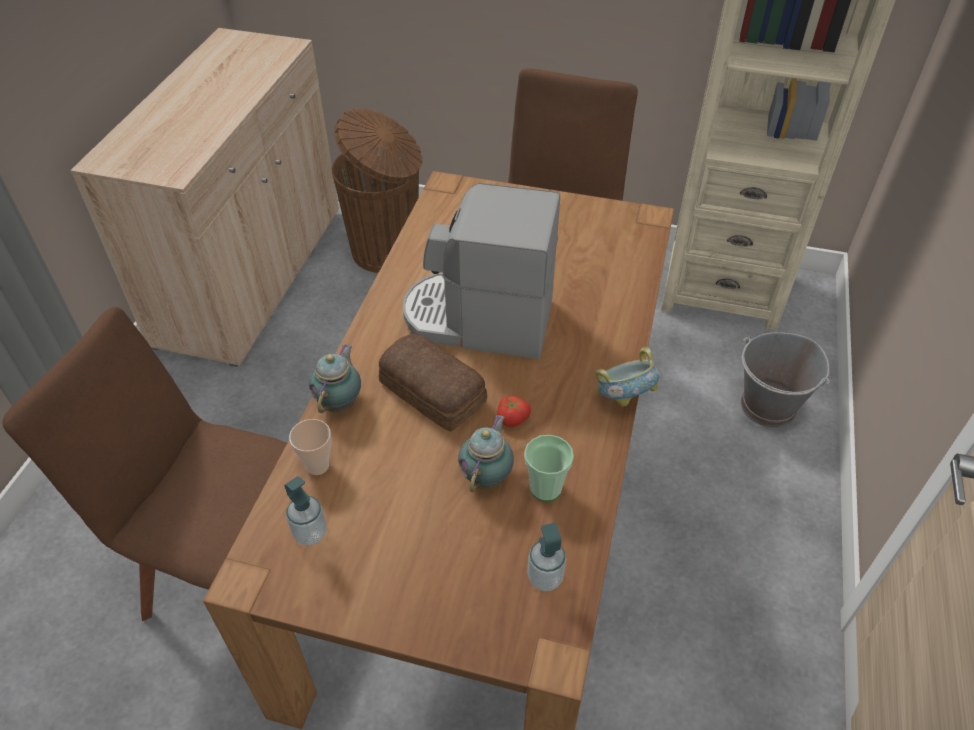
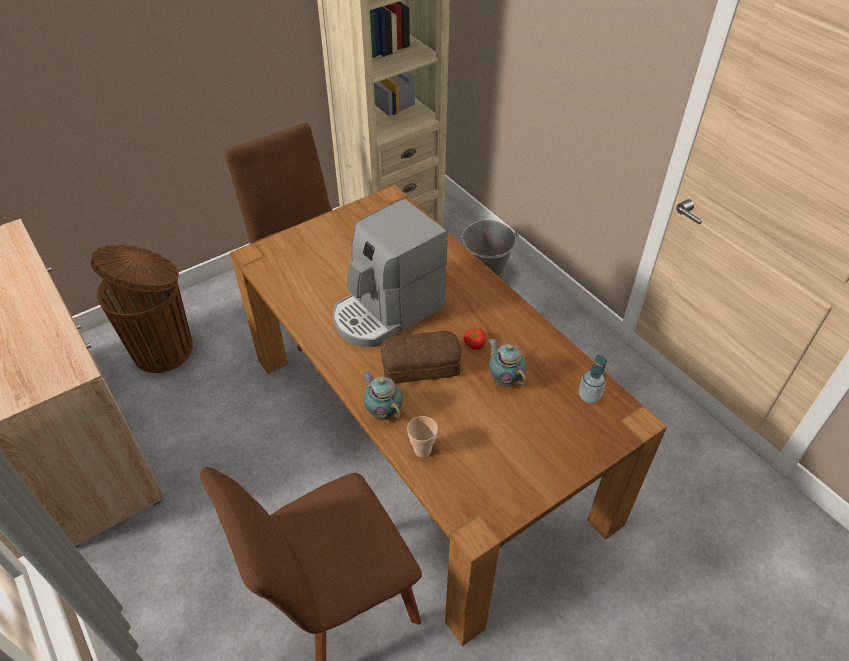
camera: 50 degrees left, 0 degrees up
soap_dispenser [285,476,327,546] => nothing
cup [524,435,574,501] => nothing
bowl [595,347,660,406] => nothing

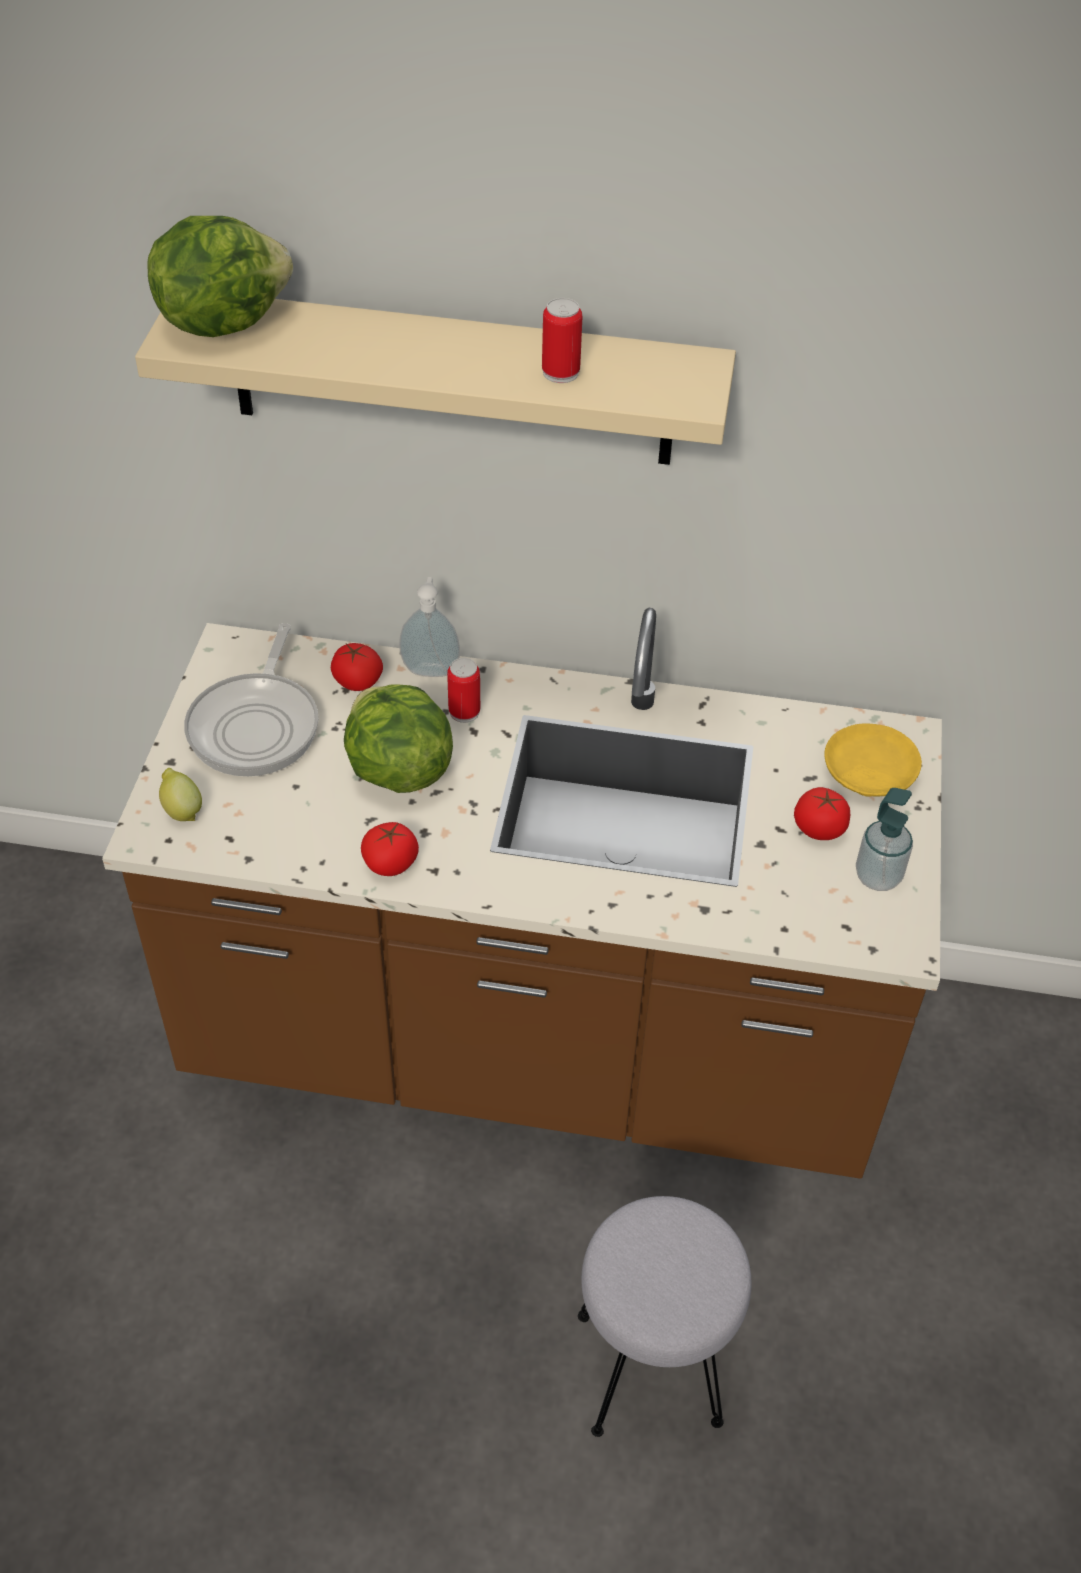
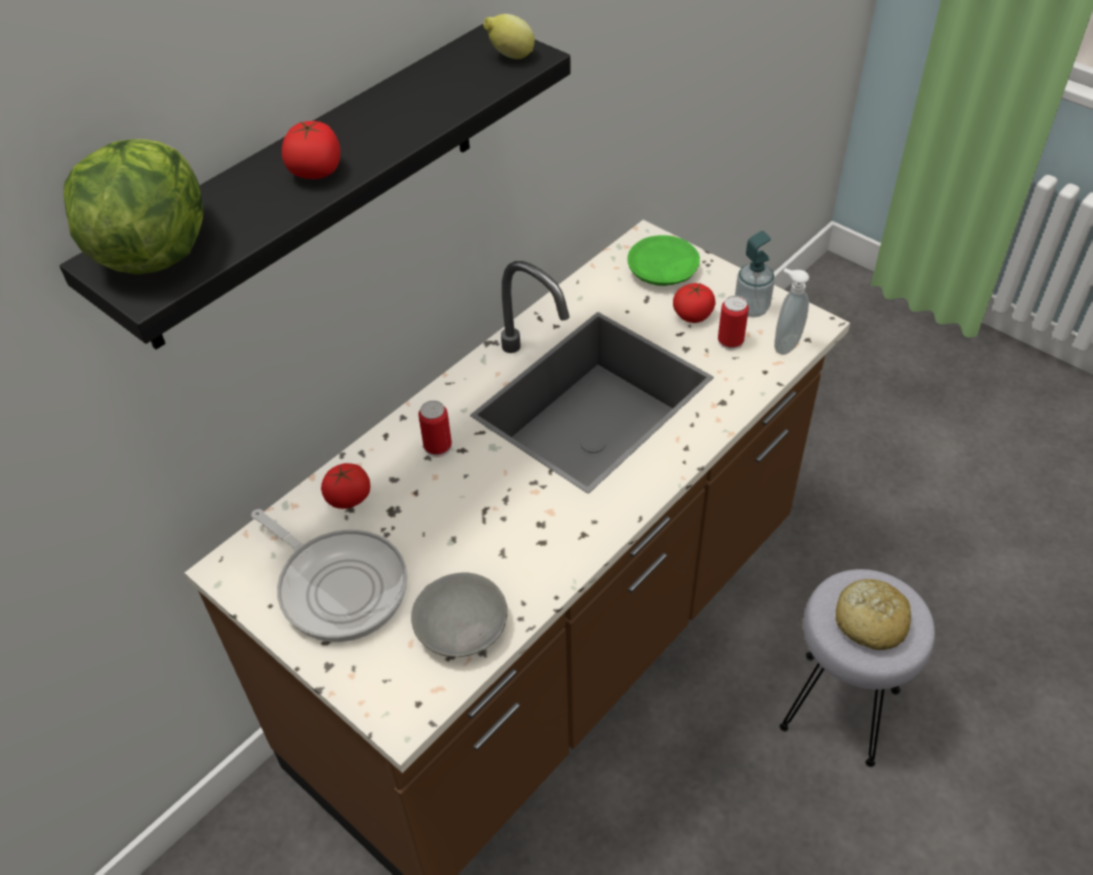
camera: 55 degrees left, 0 degrees up
beige_shelf [135,299,736,465] => black_shelf [60,24,571,350]
lemon [159,768,202,821] => lemon [483,14,535,59], move
lettuce [344,684,453,793] => nothing
tomato [361,822,419,876] => tomato [282,120,340,179], move
soap_dispenser [399,577,460,677] => soap_dispenser [774,268,809,355], move
can [542,298,582,383] => can [718,296,749,350], move
yellow_plate [824,723,922,797] => green_plate [628,235,700,286]
nothing => grey_bowl [411,572,508,657]
nothing => bread [836,579,911,650]

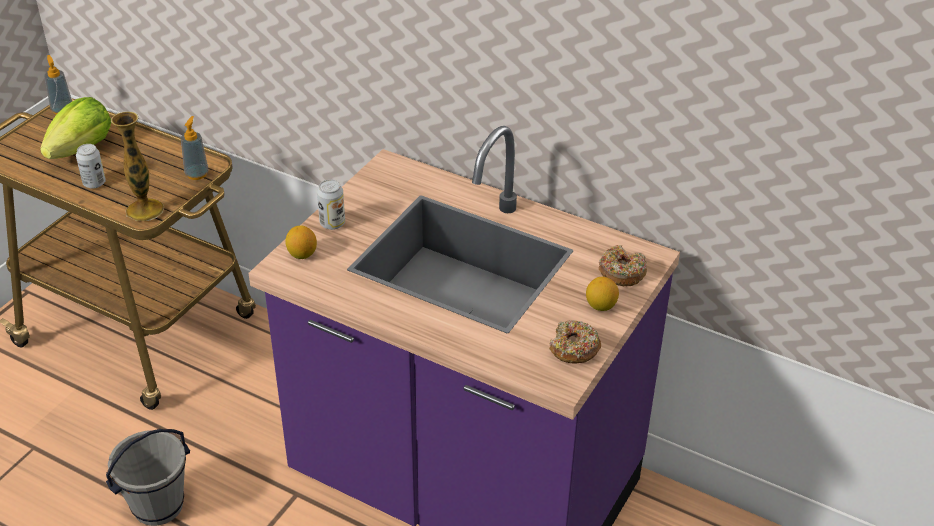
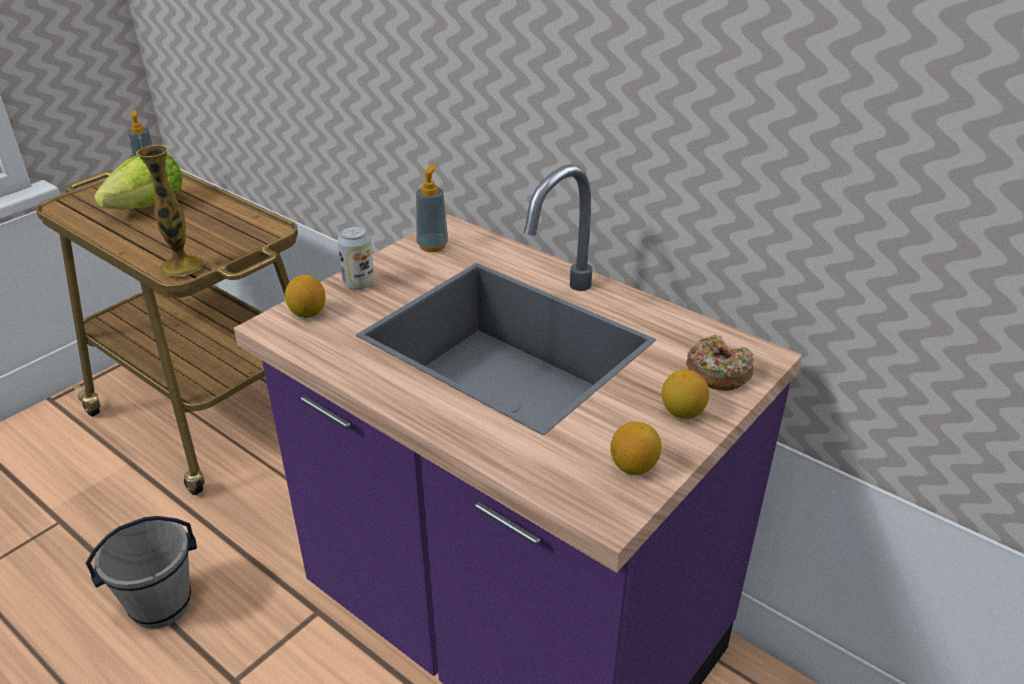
camera: 10 degrees right, 5 degrees down
can [76,144,106,188] => nothing
soap_dispenser [181,116,209,180] => soap_dispenser [416,164,448,252], move
donut [549,320,601,364] => lemon [610,421,662,475]

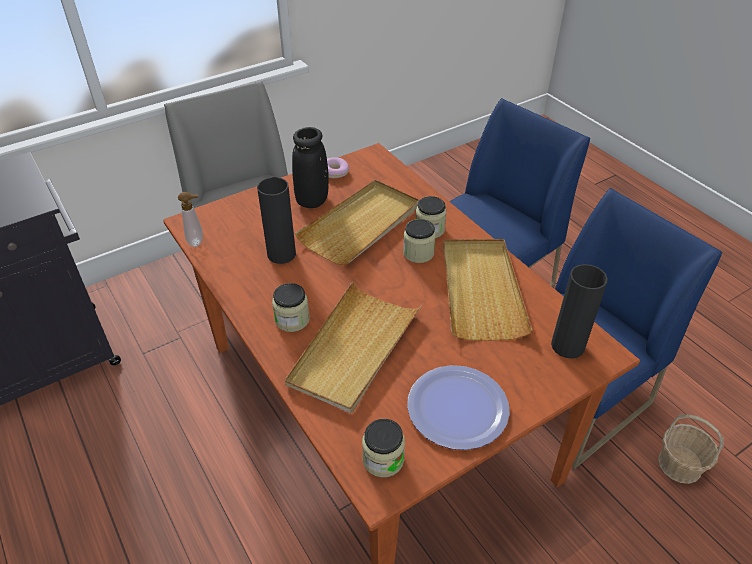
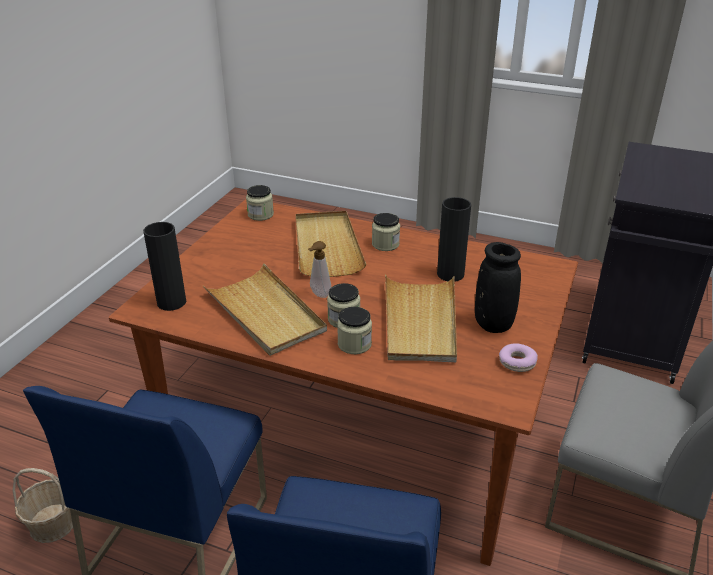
camera: 145 degrees right, 10 degrees down
soap_dispenser [178,192,203,247] => soap_dispenser [308,241,331,298], move
plate [407,365,510,450] => nothing

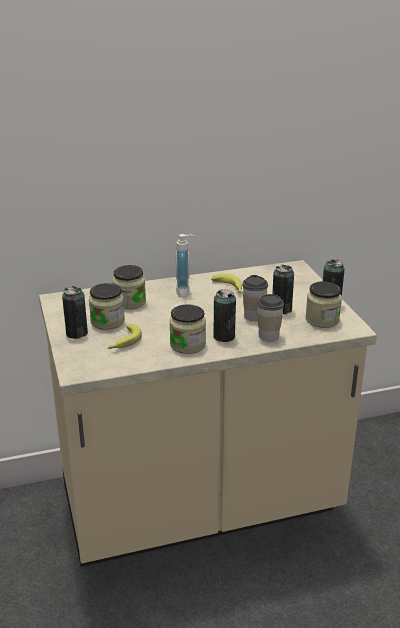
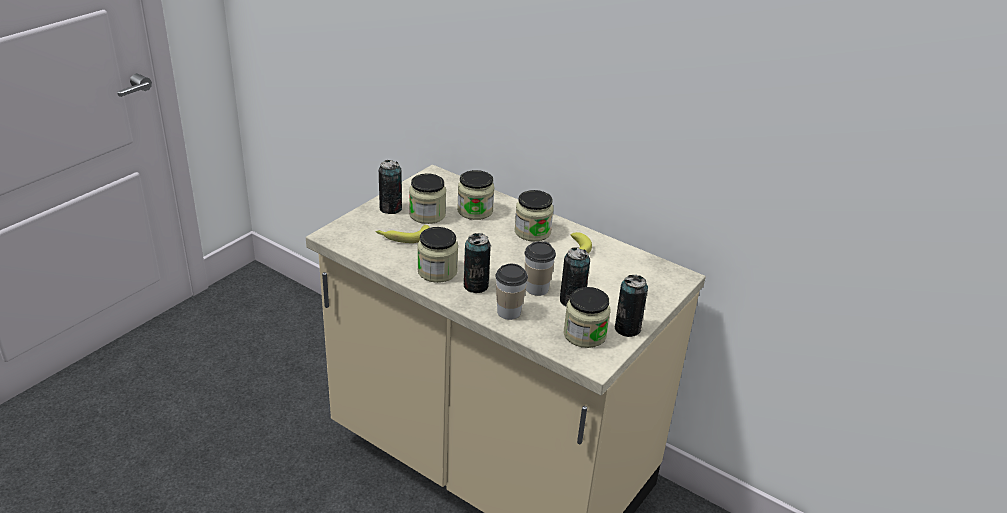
camera: 50 degrees right, 5 degrees up
soap_dispenser [175,234,196,298] => jar [514,190,554,241]

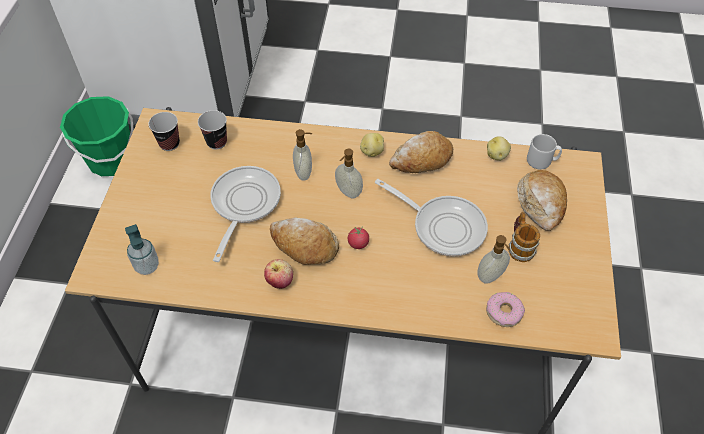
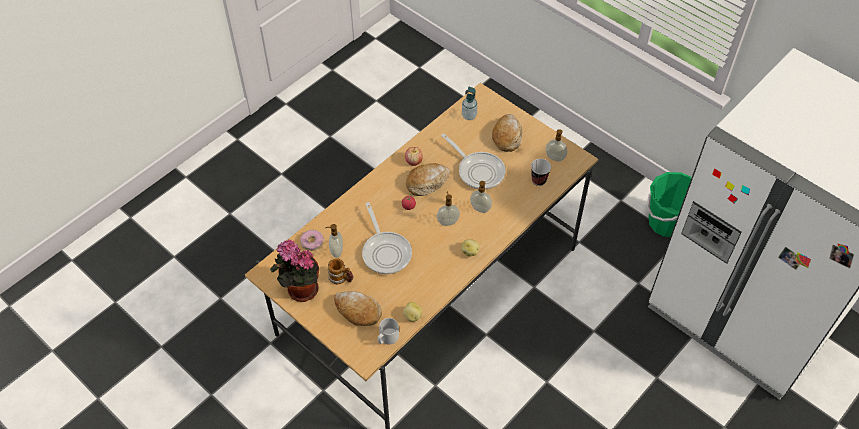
camera: 125 degrees right, 0 degrees up
cup [148,112,180,151] => soap_dispenser [546,129,567,162]
frying_pan [375,179,488,256] => frying_pan [362,202,412,274], 90 degrees counterclockwise
bread [389,131,453,173] => bread [492,114,522,152], move
nothing => potted_plant [270,240,319,302]

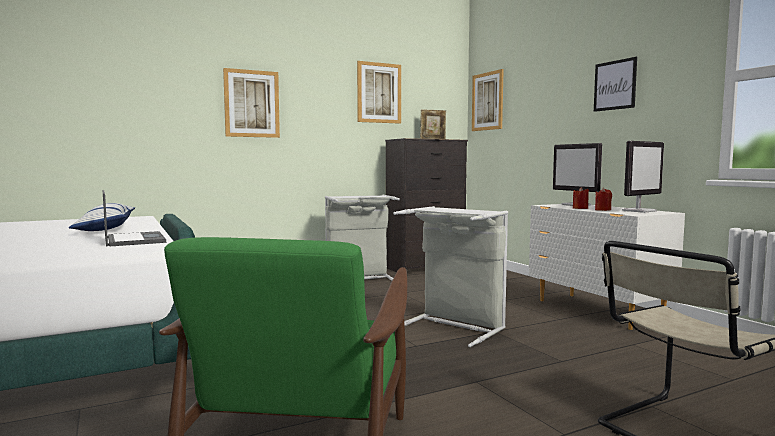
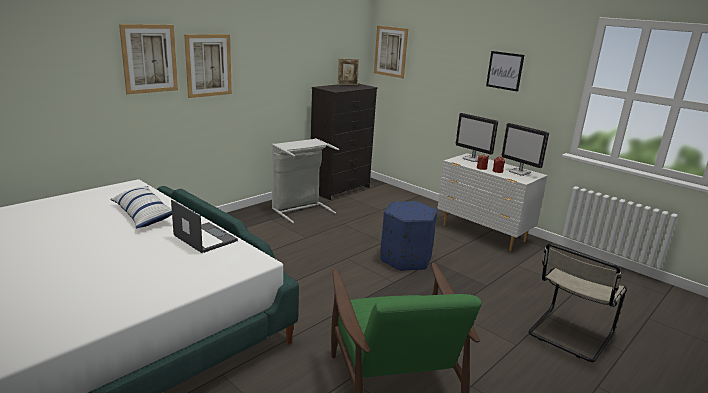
camera: 20 degrees left, 15 degrees up
picture [357,61,401,124] => picture [119,24,178,95], move
grey_laundry_basket [393,206,508,347] => blue_ottoman [380,201,437,271]
monitor [622,141,664,213] => monitor [501,123,549,176], 105 degrees clockwise

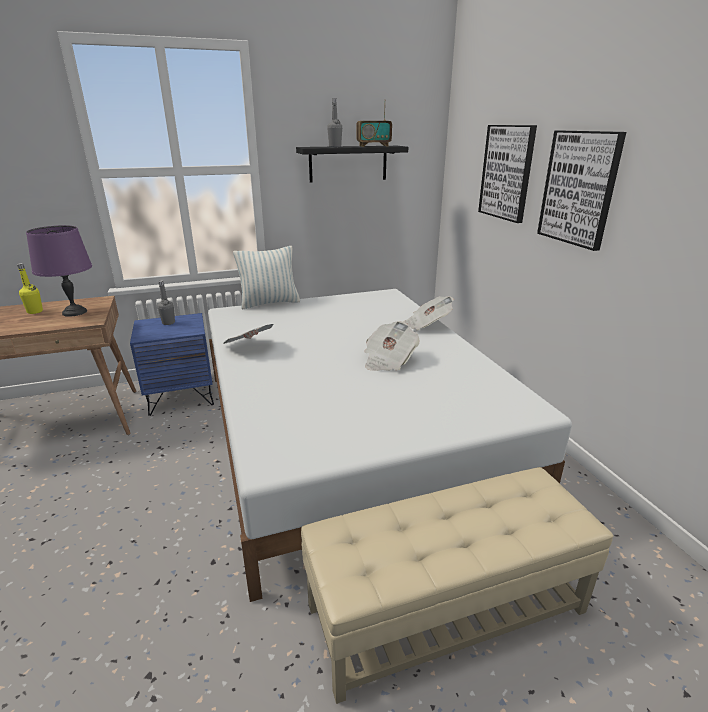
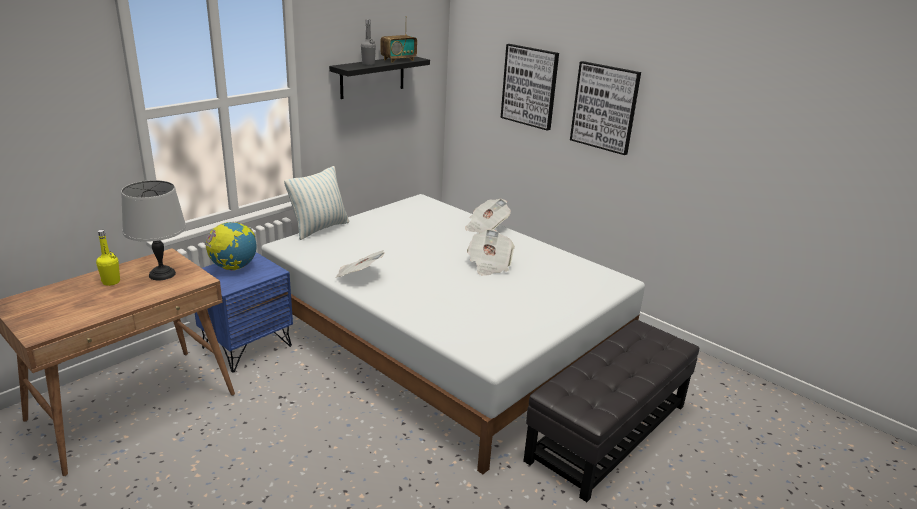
camera: 30 degrees left, 0 degrees up
purple_table_lamp [26,225,92,317] => grey_table_lamp [121,180,186,280]
grey_bottle [157,280,175,325] => globe [205,221,257,271]
beige_ottoman [301,467,613,704] => black_ottoman [524,320,700,502]

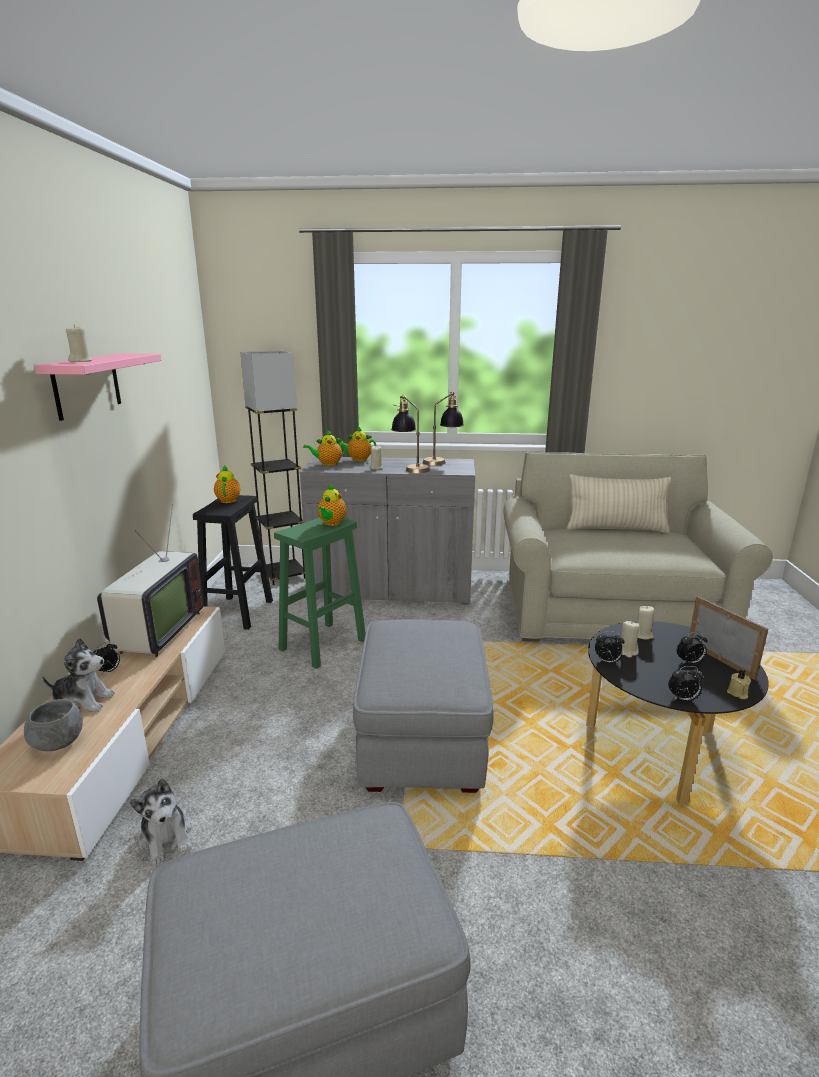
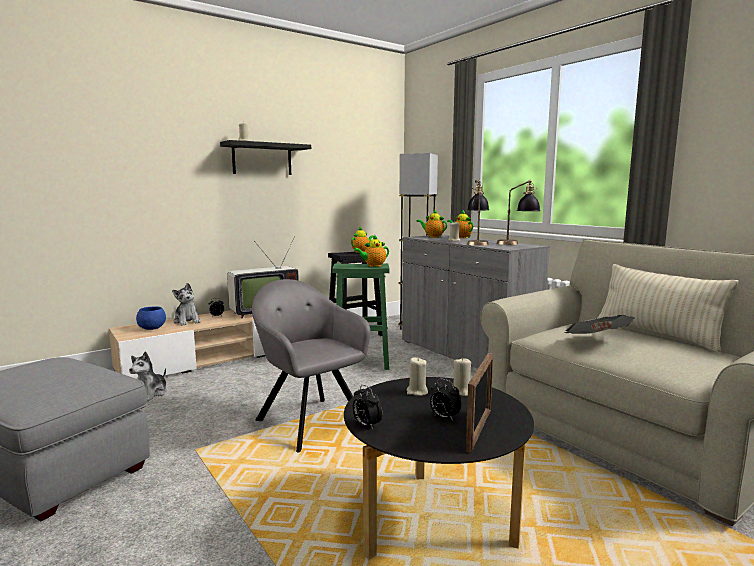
camera: 50 degrees right, 10 degrees down
grey_bowl [24,699,83,751] => blue_bowl [136,306,166,330]
pink_shelf [34,353,161,421] => black_shelf [220,140,311,175]
grey_ottoman [353,619,494,793] => grey_armchair [252,279,371,453]
alarm_clock [595,631,625,663] => nothing
beige_candle [727,669,751,699] => nothing
nothing => newspaper [564,315,635,334]

